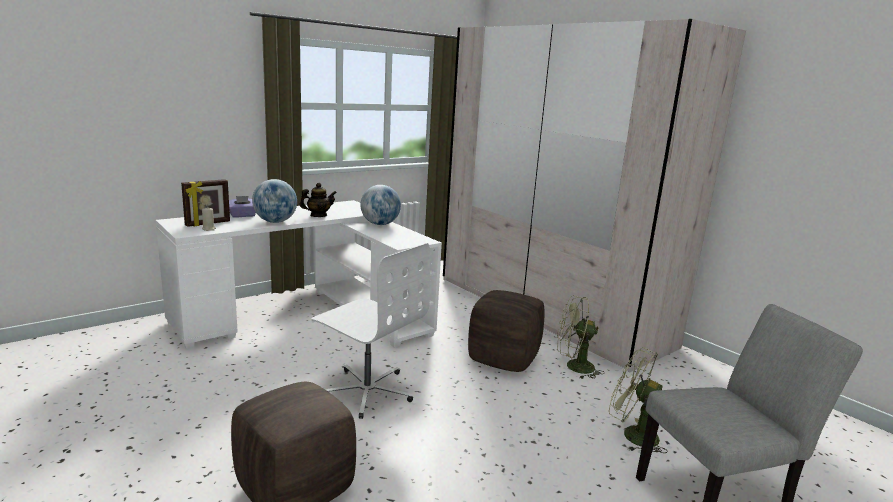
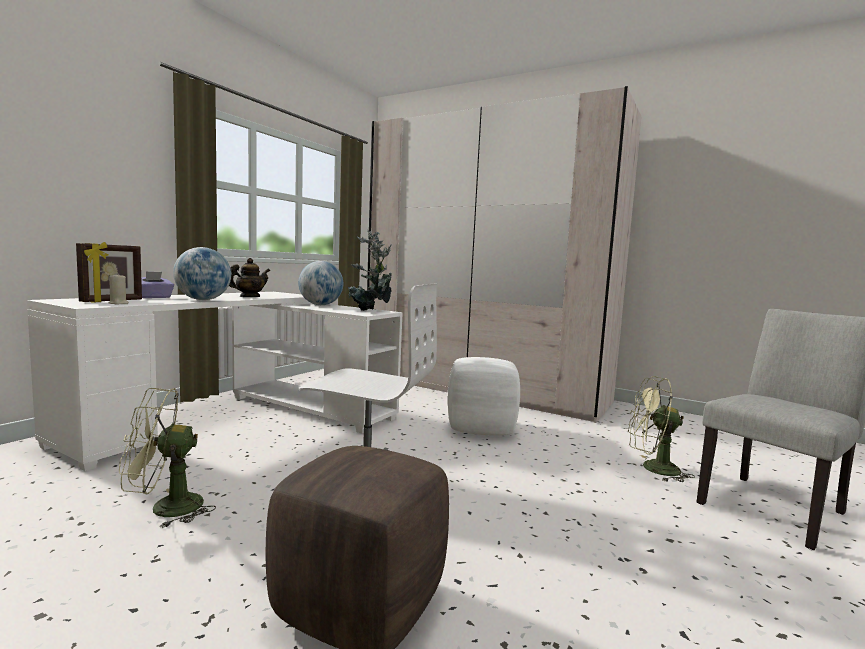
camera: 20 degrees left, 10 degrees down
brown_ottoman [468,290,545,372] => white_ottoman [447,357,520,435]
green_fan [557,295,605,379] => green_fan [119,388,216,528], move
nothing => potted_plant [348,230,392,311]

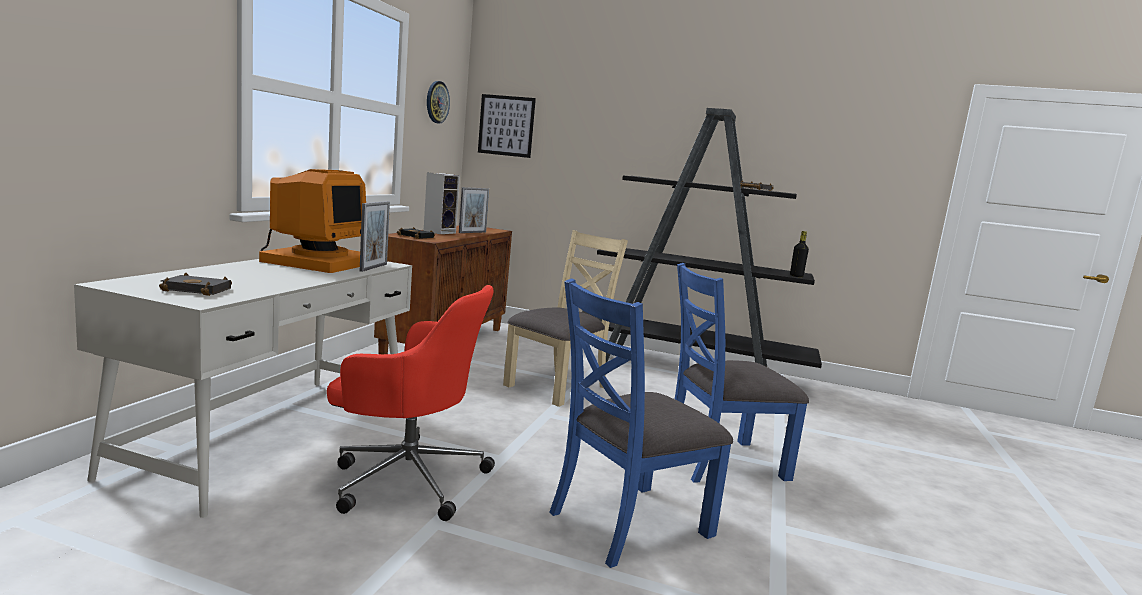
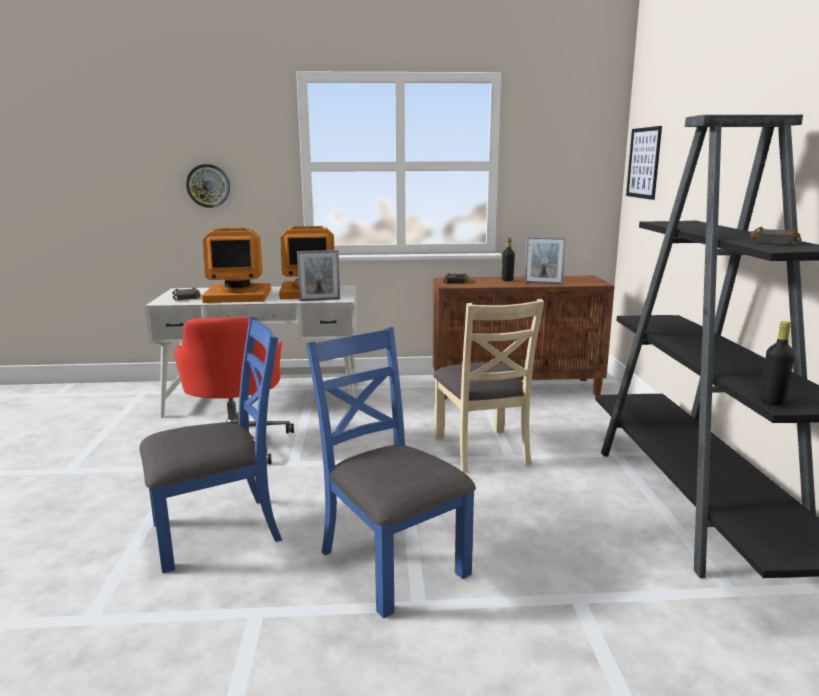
camera: 70 degrees right, 5 degrees up
speaker [424,172,460,234] => black_bottle [502,238,515,281]
wall_clock [427,81,450,124] => wall_clock [186,164,230,208], move
beige_chair [503,230,628,407] => beige_chair [433,299,544,473], 60 degrees clockwise
blue_chair [549,278,733,568] => blue_chair [139,316,282,573], 120 degrees clockwise
nothing => monitor [202,228,271,303]

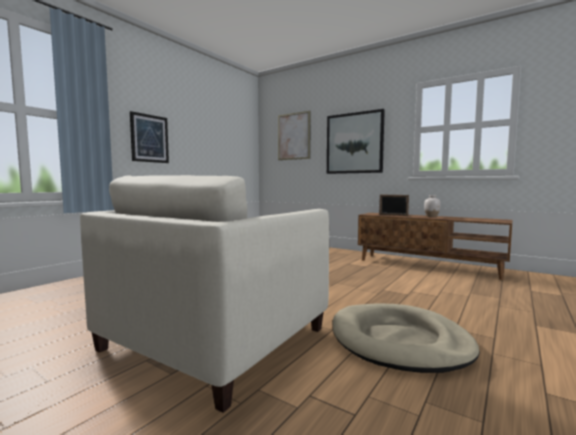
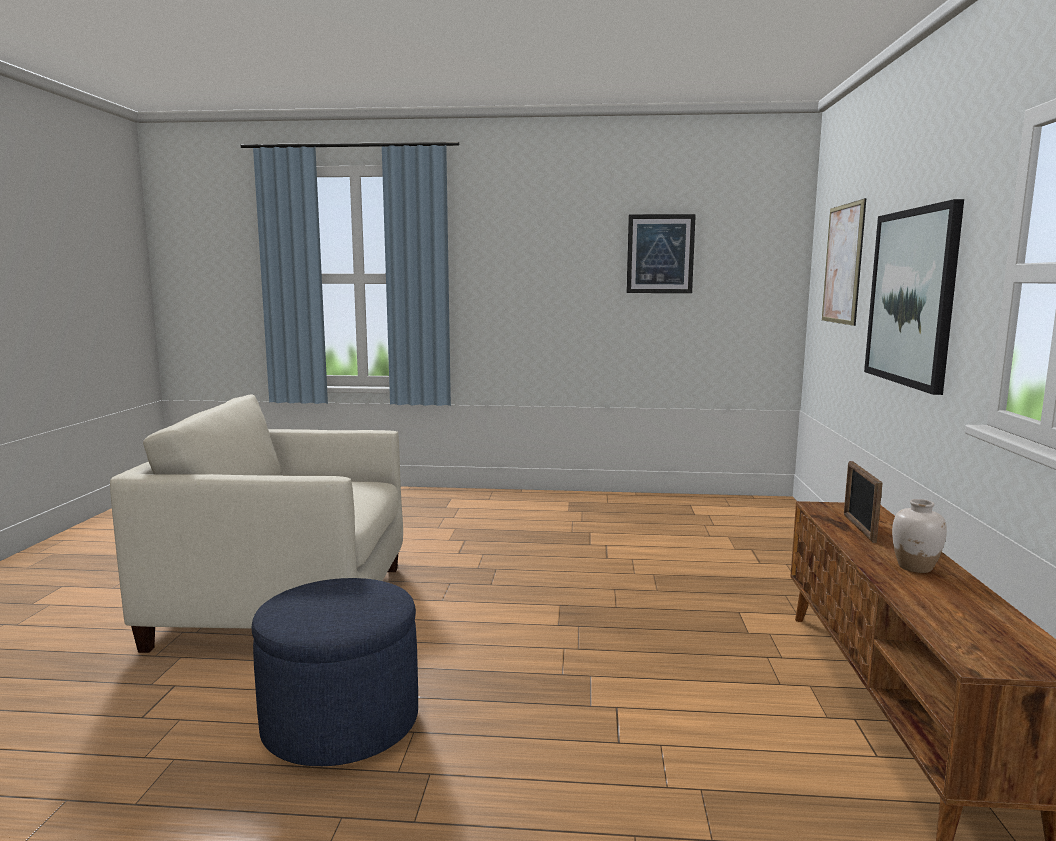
camera: 60 degrees right, 5 degrees up
picture [130,111,169,163] => picture [627,214,696,293], move
beige_dog_bed [333,303,480,373] => blue_ottoman [251,578,418,766]

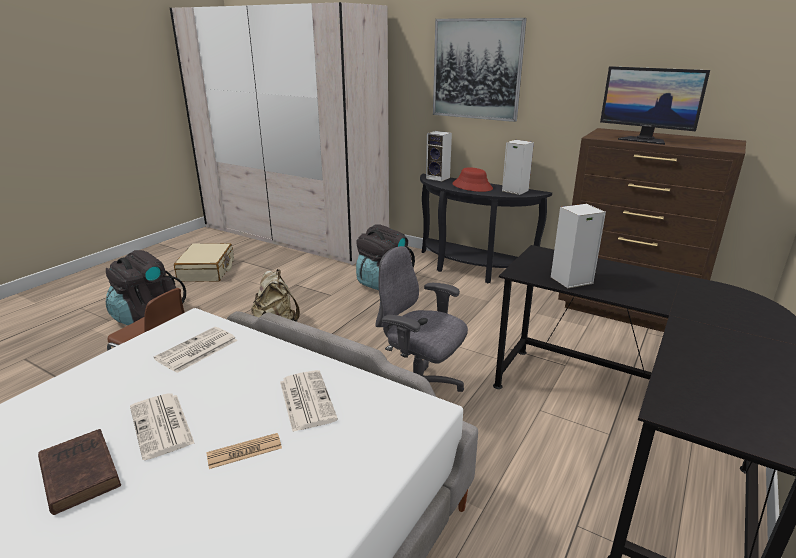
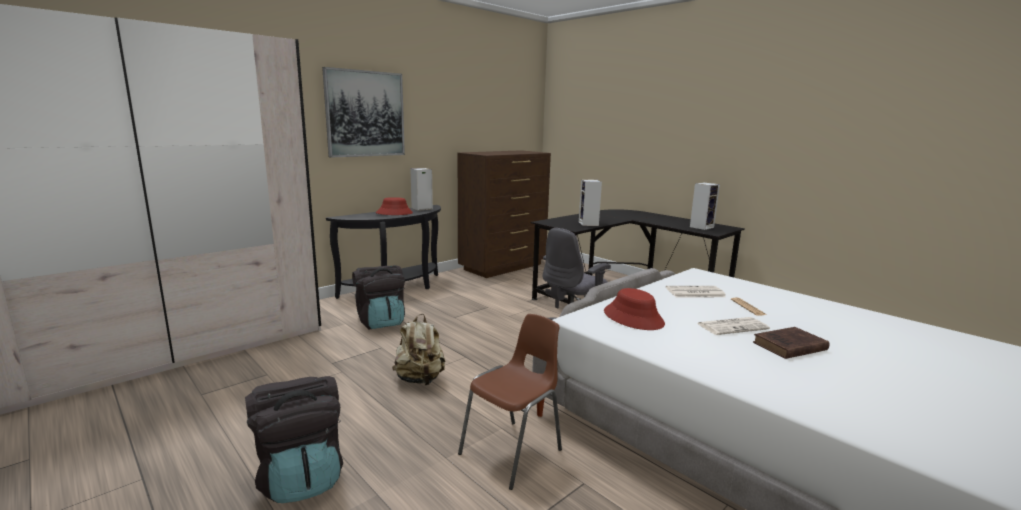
camera: 75 degrees left, 10 degrees down
newspaper [154,327,238,373] => red_hat [604,288,665,330]
beige_suitcase [174,243,234,282] => nothing
speaker [426,131,452,181] => speaker [690,182,720,230], move
monitor [600,66,710,145] => nothing

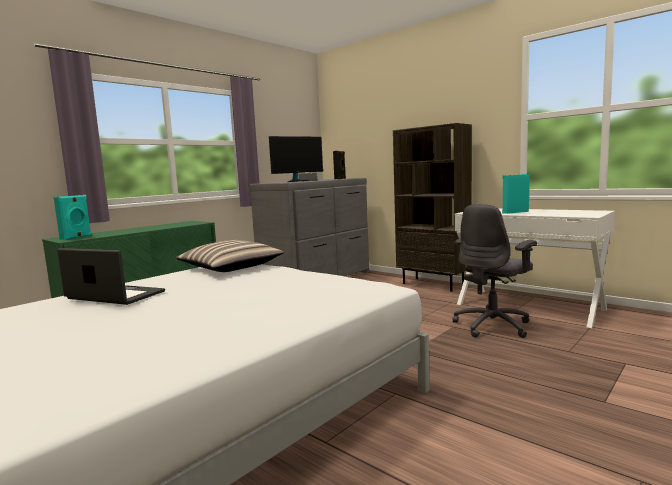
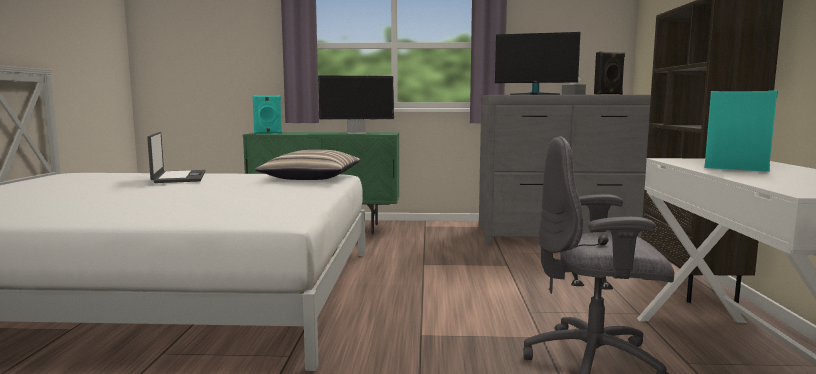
camera: 50 degrees right, 0 degrees up
nothing => monitor [318,75,394,134]

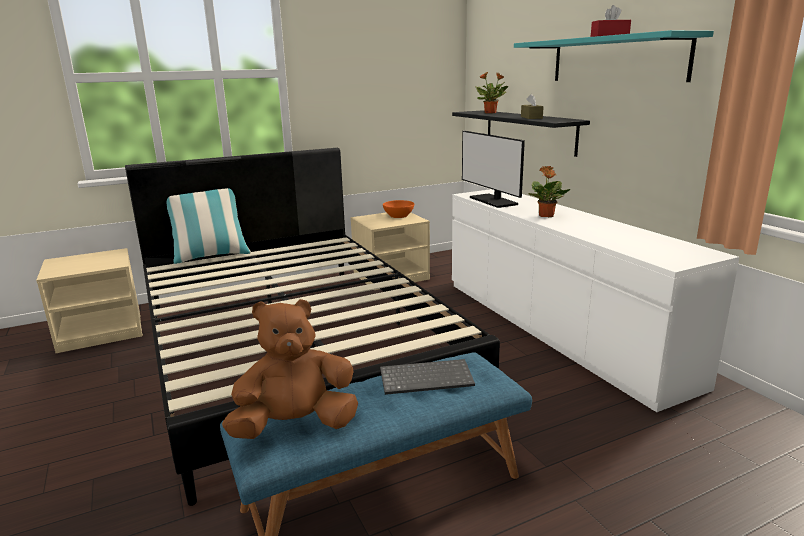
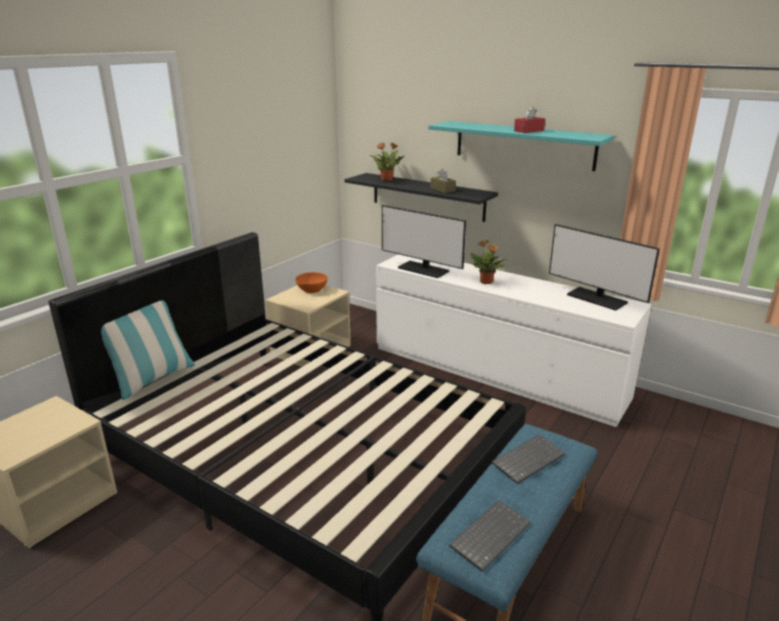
camera: 30 degrees left, 5 degrees up
brown_plush_toy [222,299,358,439] => keyboard [449,500,531,572]
nothing => monitor [549,224,660,310]

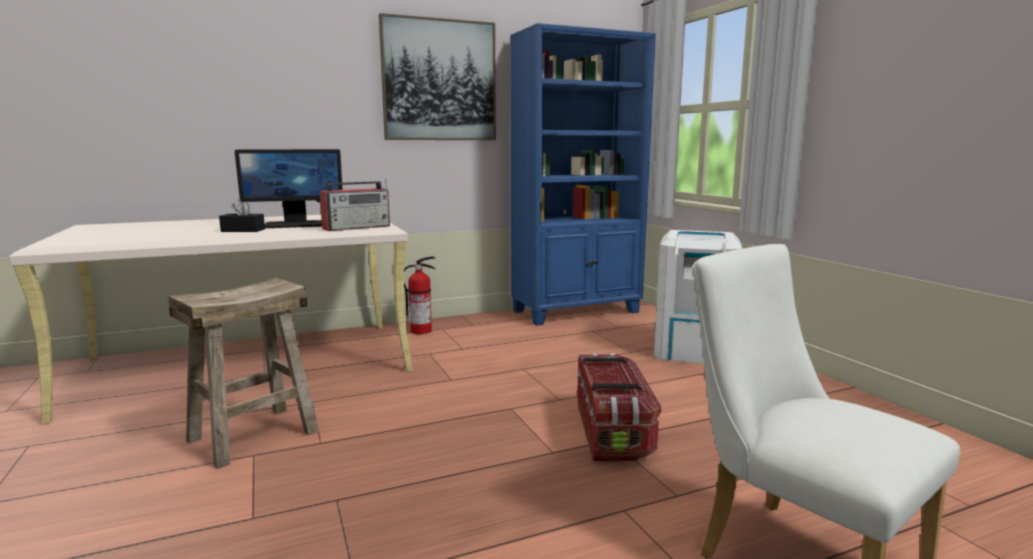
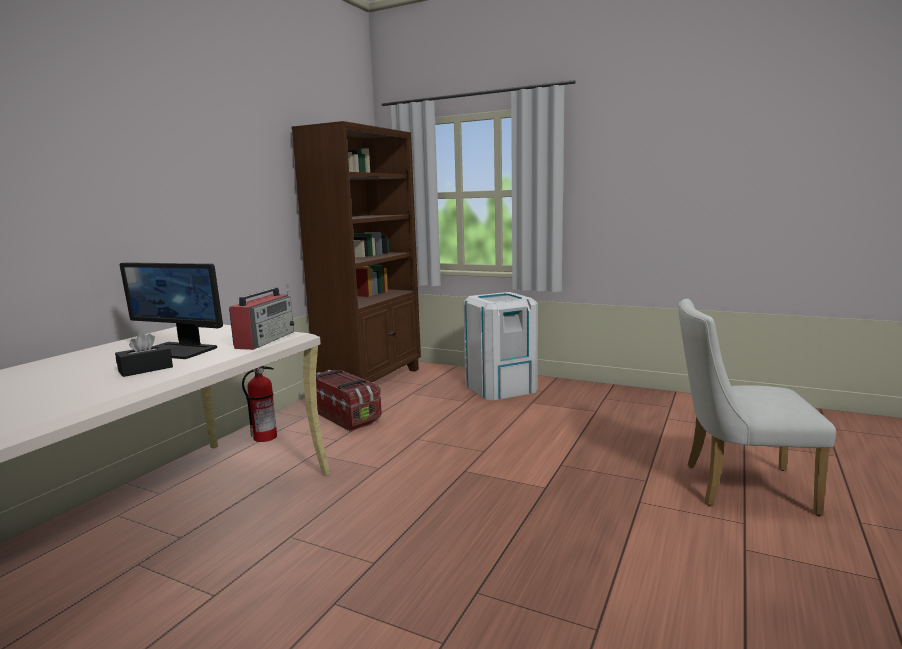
camera: 40 degrees left, 0 degrees up
beige_stool [168,278,319,469] => nothing
monitor [235,149,343,228] => monitor [119,262,223,359], 75 degrees clockwise
picture [379,13,496,140] => nothing
blue_bookcase [510,23,656,326] => brown_bookcase [291,121,421,383]
storage_box [577,353,661,461] => storage_box [316,370,382,431], move

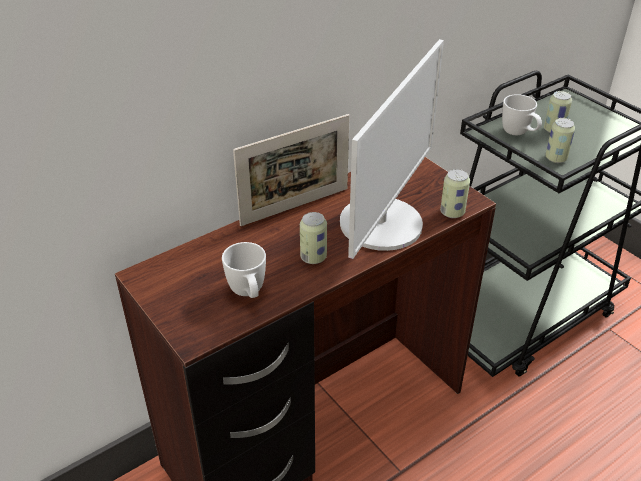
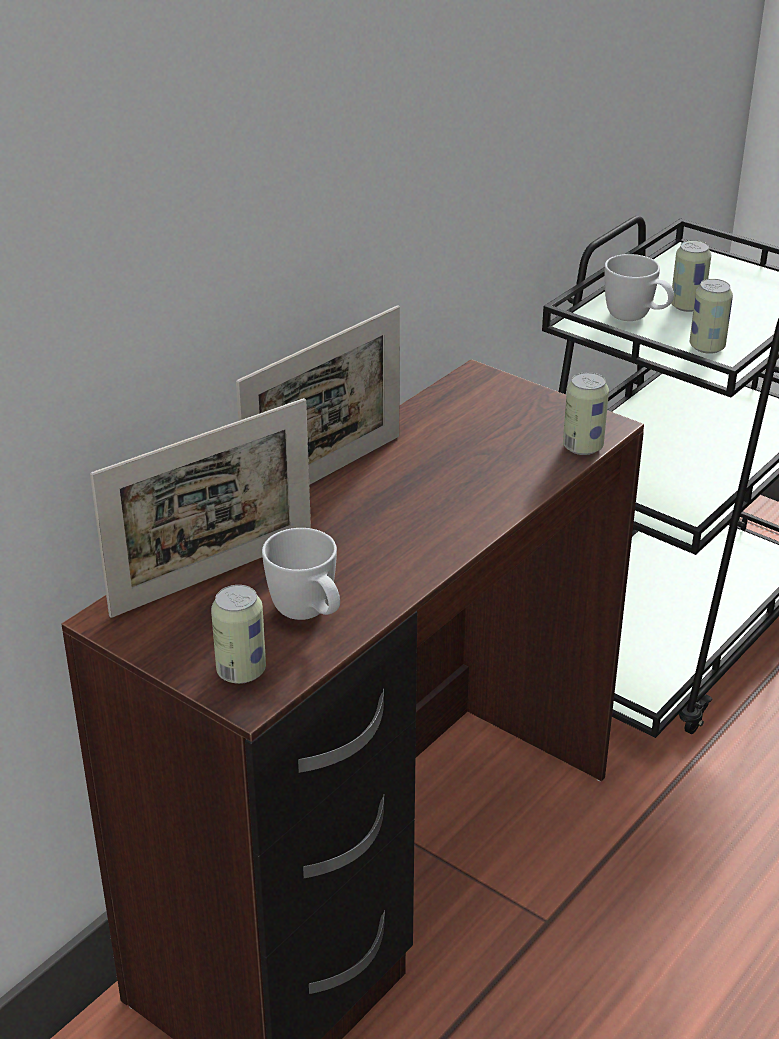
camera: 15 degrees left, 5 degrees down
can [300,212,327,264] => can [211,585,266,684], move
monitor [340,39,444,259] => nothing
nothing => picture_frame [90,398,311,618]

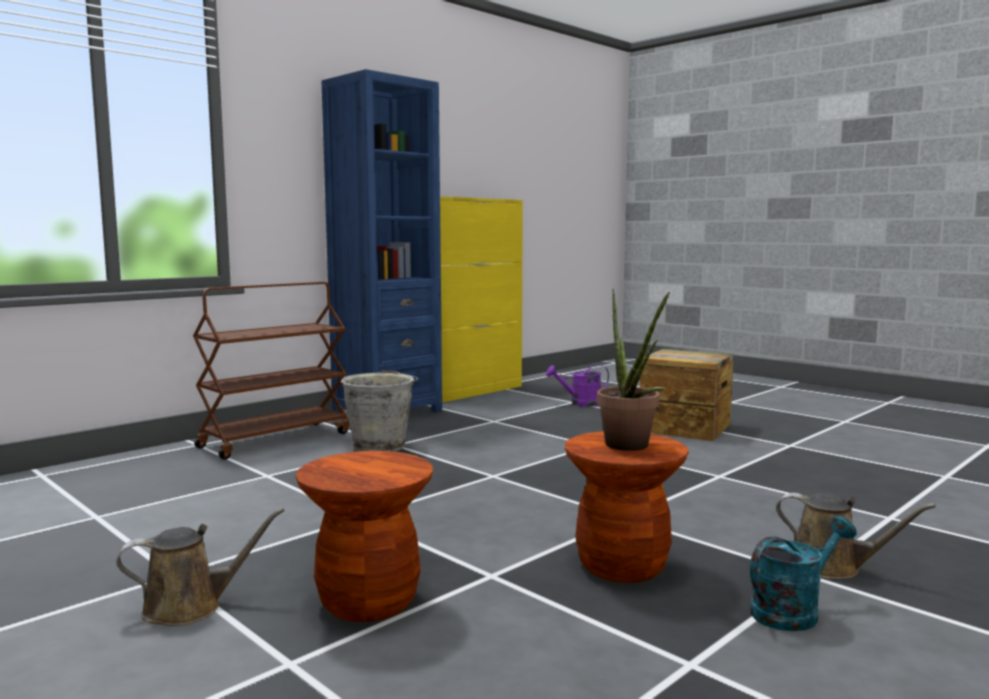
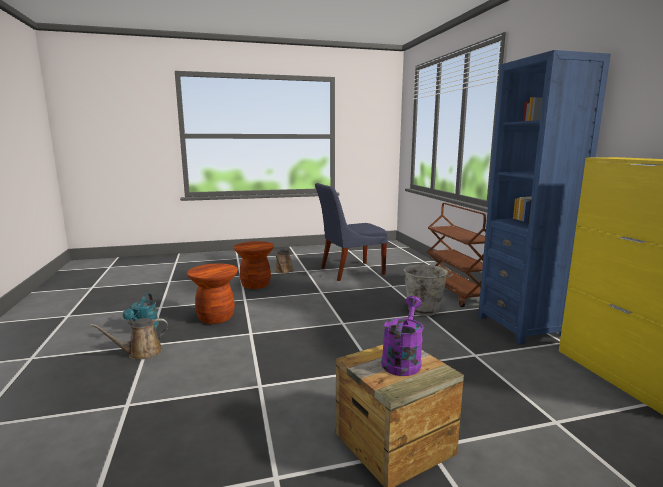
camera: 120 degrees right, 5 degrees up
purple_watering_can [546,364,609,407] => purple_watering_can [381,296,424,376], move
potted_plant [597,288,670,451] => nothing
nothing => blue_chair [315,183,388,281]

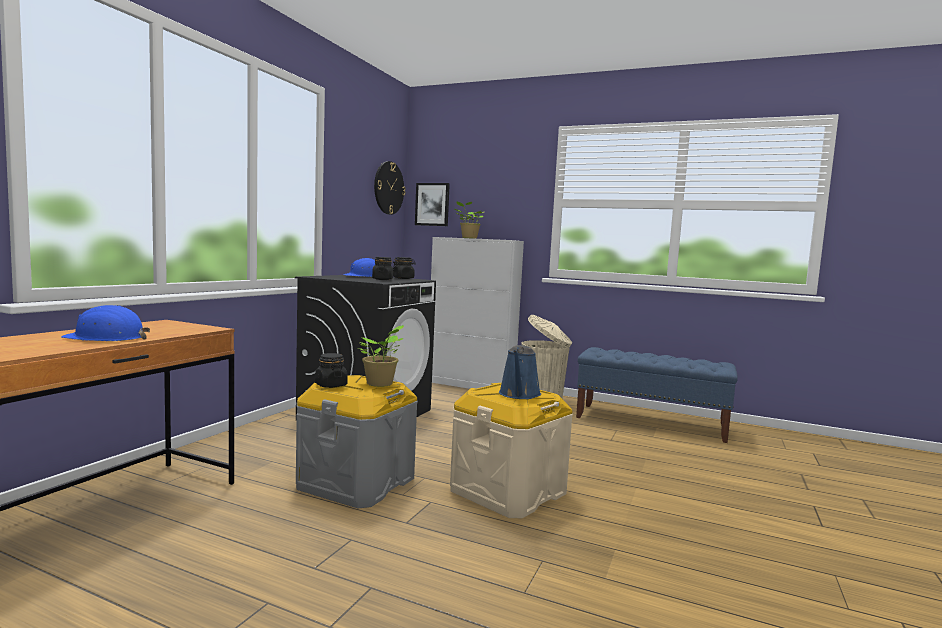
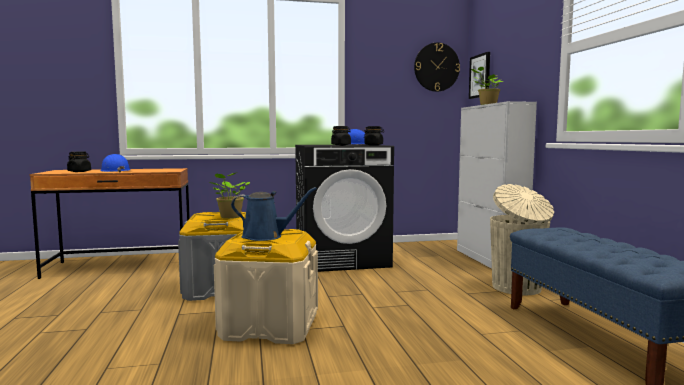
camera: 55 degrees right, 0 degrees up
black_jar [315,353,348,388] => black_jar [67,152,91,172], move
blue_watering_can [499,345,541,399] => blue_watering_can [231,187,317,241], 150 degrees counterclockwise

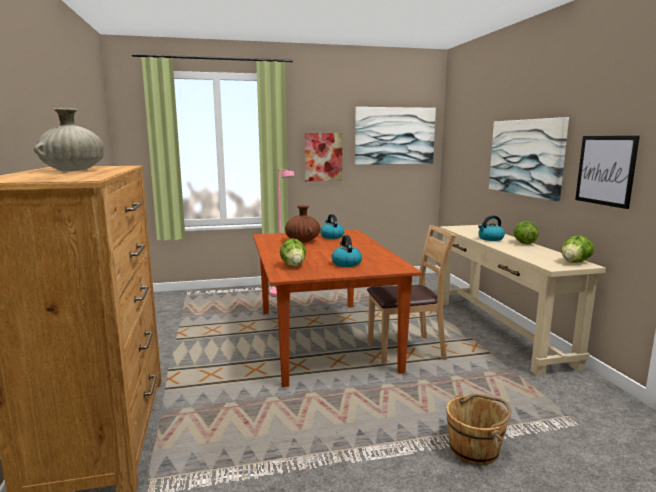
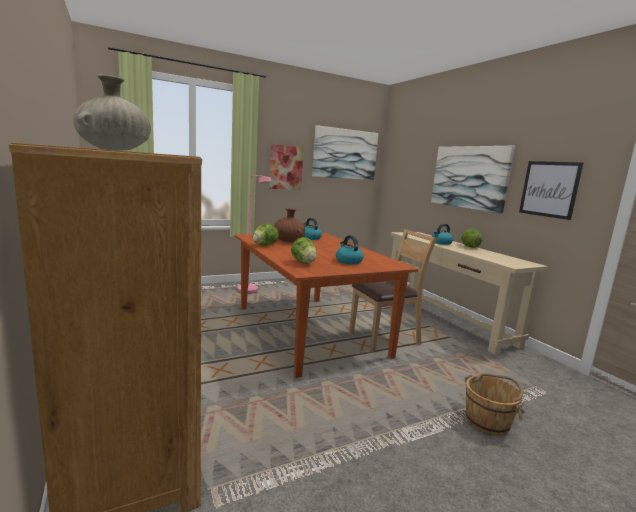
camera: 15 degrees left, 0 degrees up
lettuce [561,235,594,263] => lettuce [253,223,279,245], move

